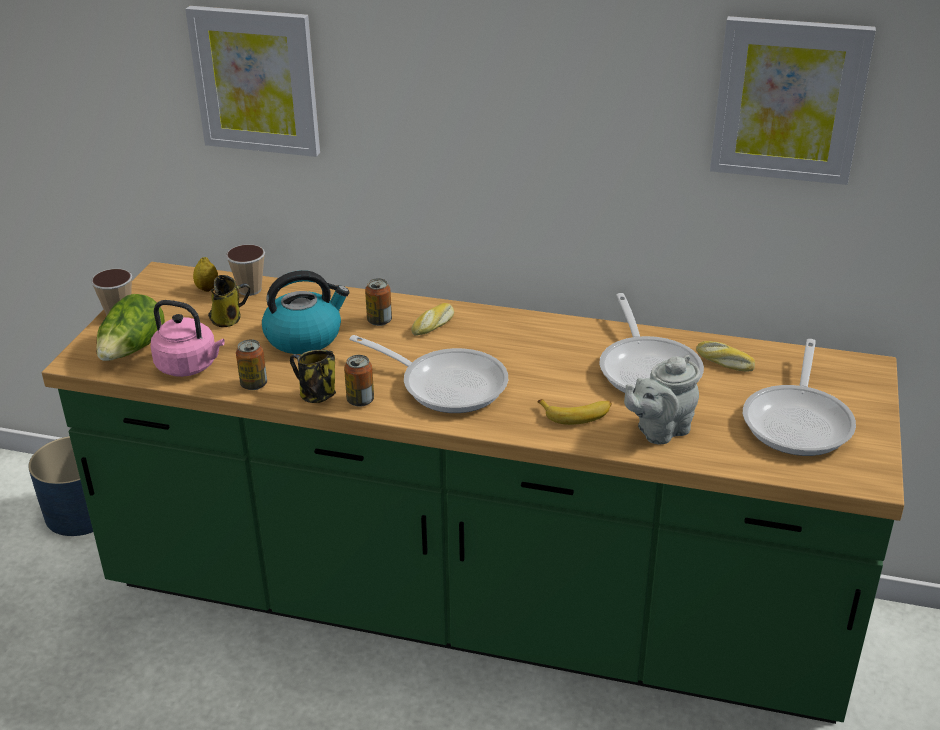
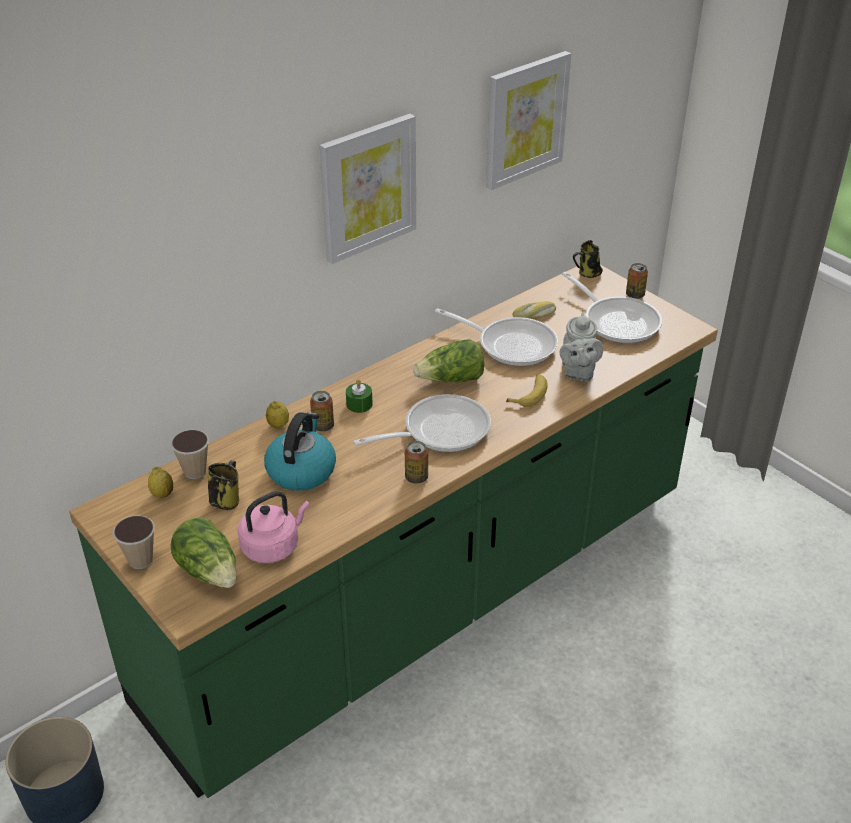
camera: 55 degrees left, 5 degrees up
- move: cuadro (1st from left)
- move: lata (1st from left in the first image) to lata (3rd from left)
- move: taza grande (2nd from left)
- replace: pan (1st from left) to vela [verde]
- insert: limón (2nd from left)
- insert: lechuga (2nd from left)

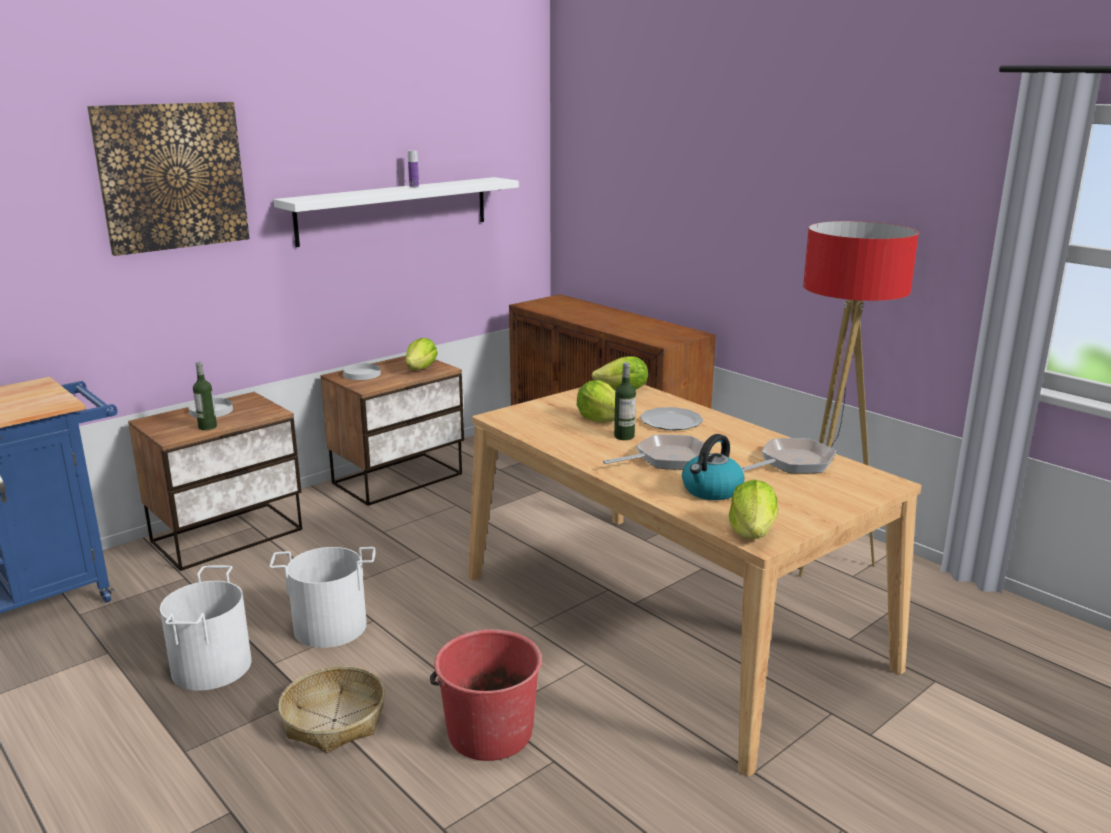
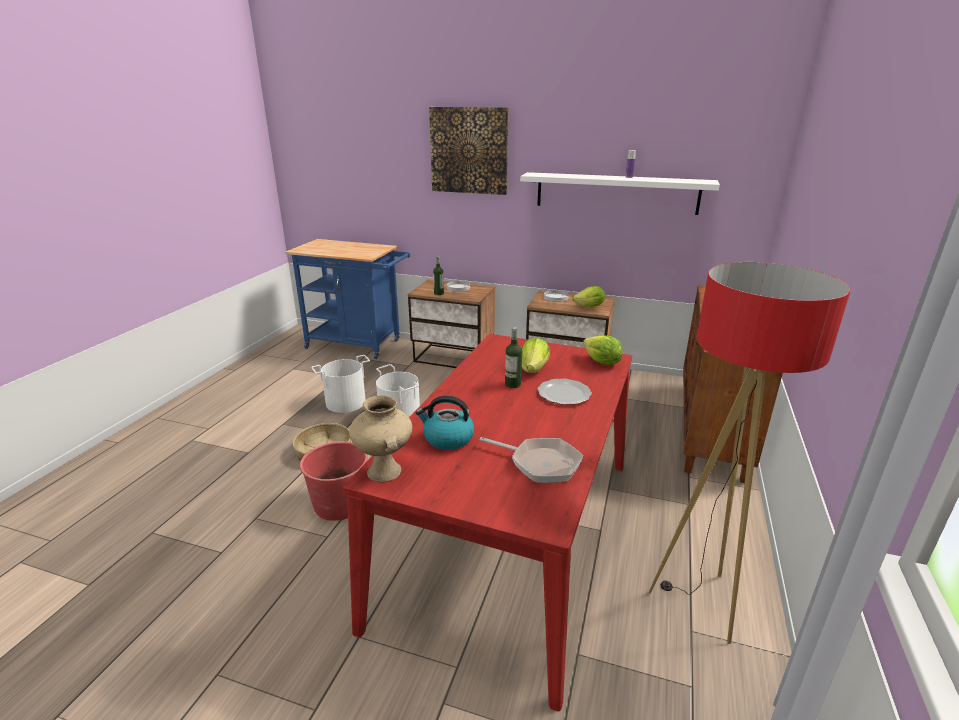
camera: 60 degrees right, 5 degrees up
- recolor: mesa de comedor [beis] to mesa de comedor [rojo]
- delete: sartén (1st from left)
- replace: lechuga (4th from left) to florero [beis]

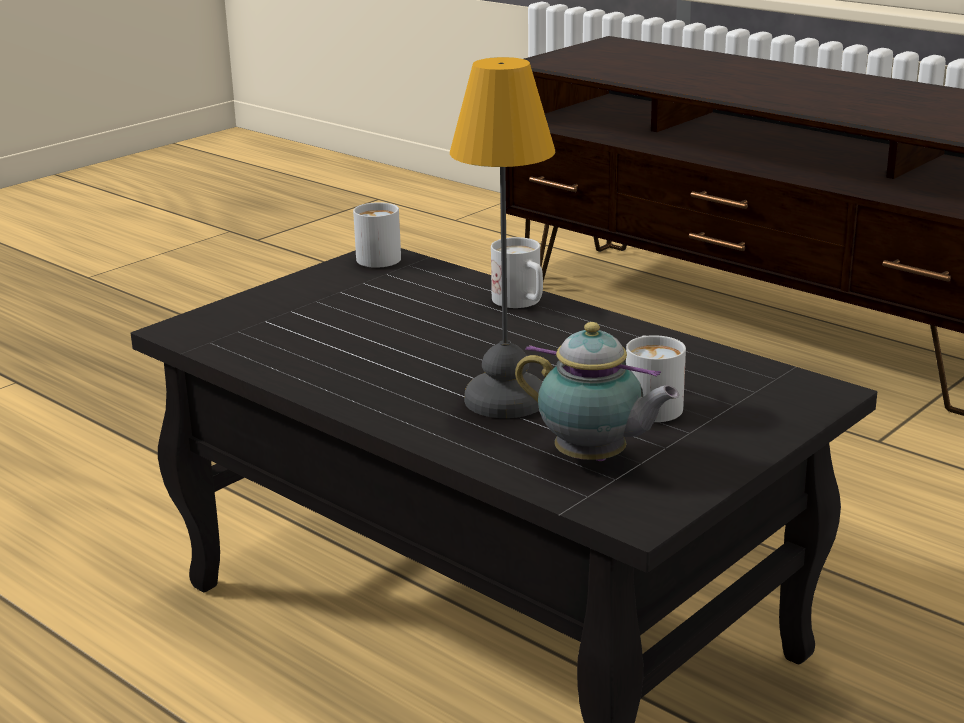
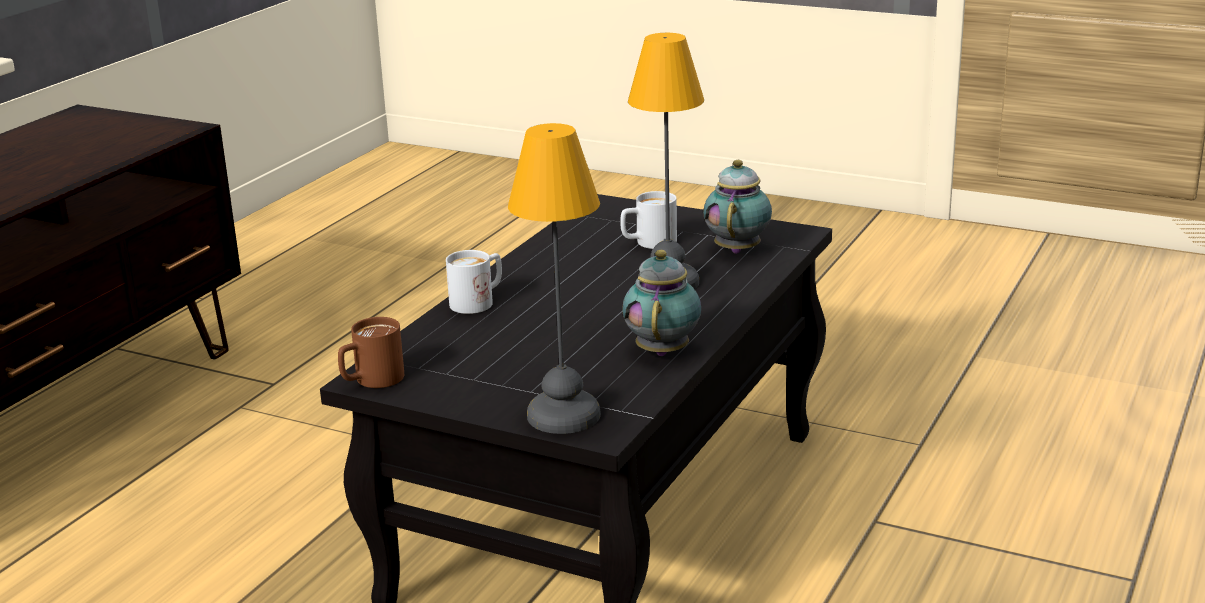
camera: 105 degrees left, 0 degrees up
- recolor: taza grande [blanco] (1st from left) to taza grande [marrón]
- insert: lámpara de mesa (1st from left)
- insert: tetera (1st from left)

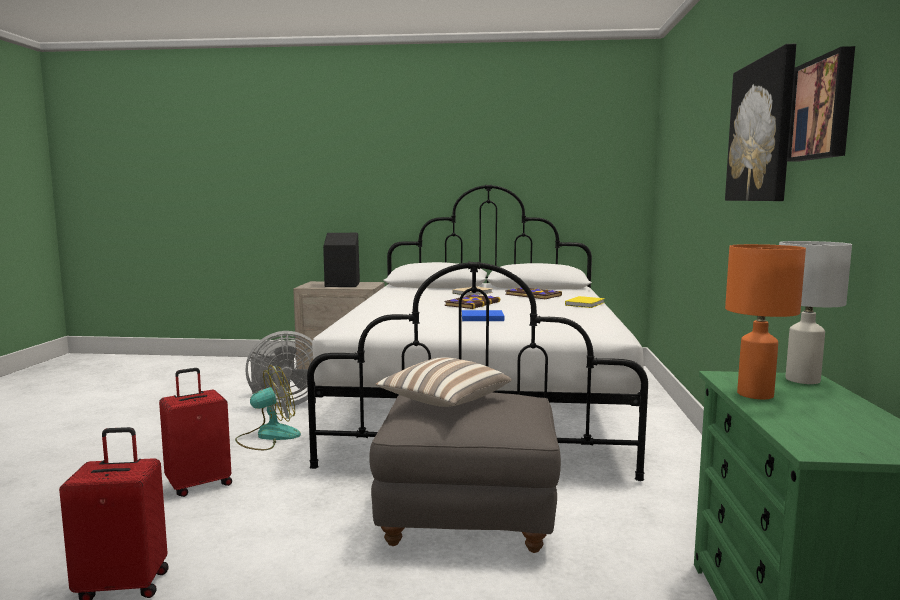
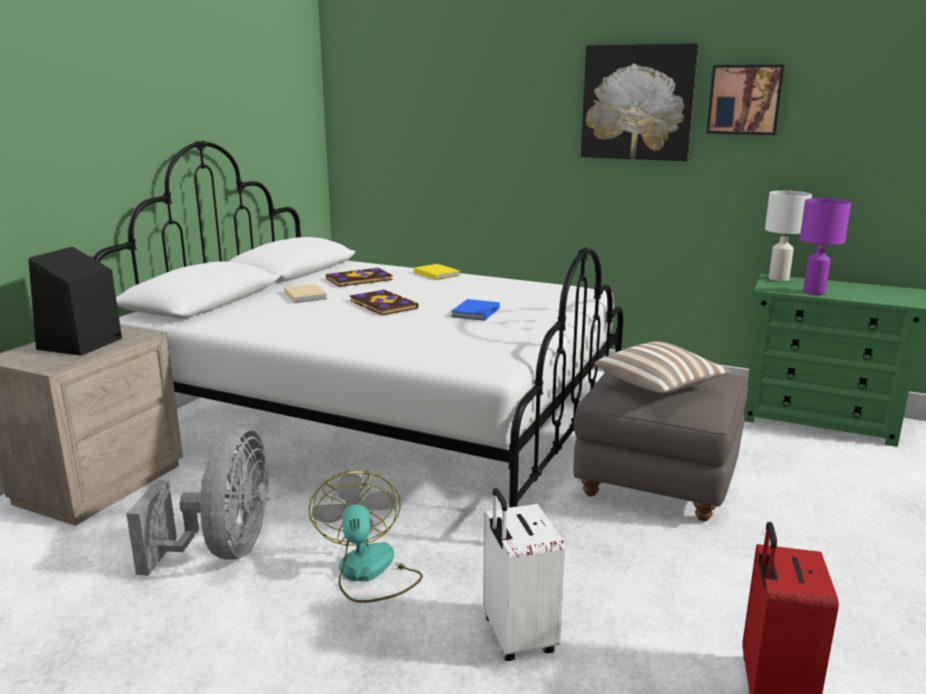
camera: 70 degrees left, 10 degrees up
- recolor: maleta [rojo] (2nd from left) to maleta [blanco]
- recolor: lámpara de mesa [naranja] to lámpara de mesa [morado]

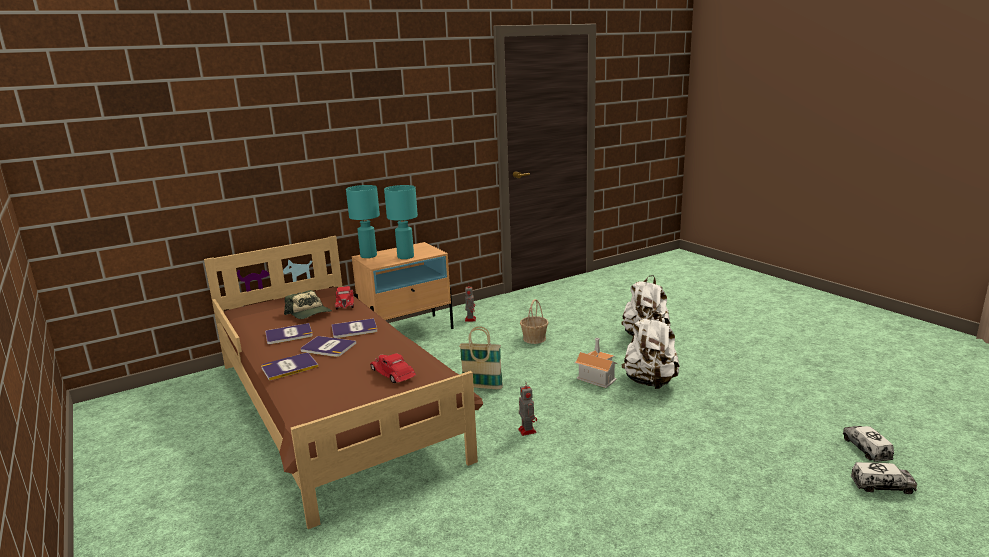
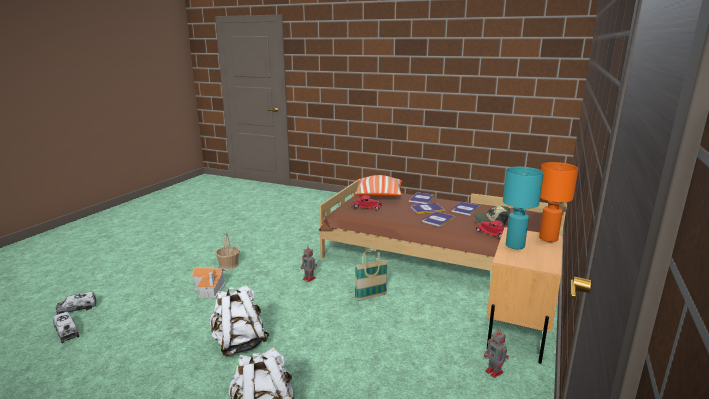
camera: 145 degrees right, 0 degrees up
- recolor: lámpara de mesa [turquesa] (1st from left) to lámpara de mesa [naranja]
- move: cesta (2nd from left in the first image) to cesta (1st from left)
- move: casita
- insert: cojín

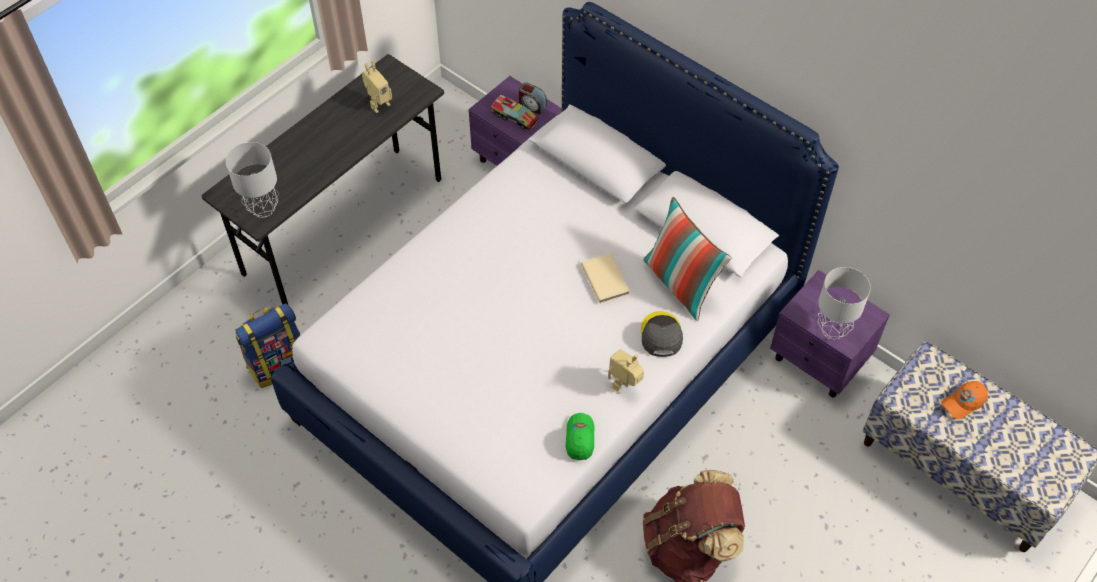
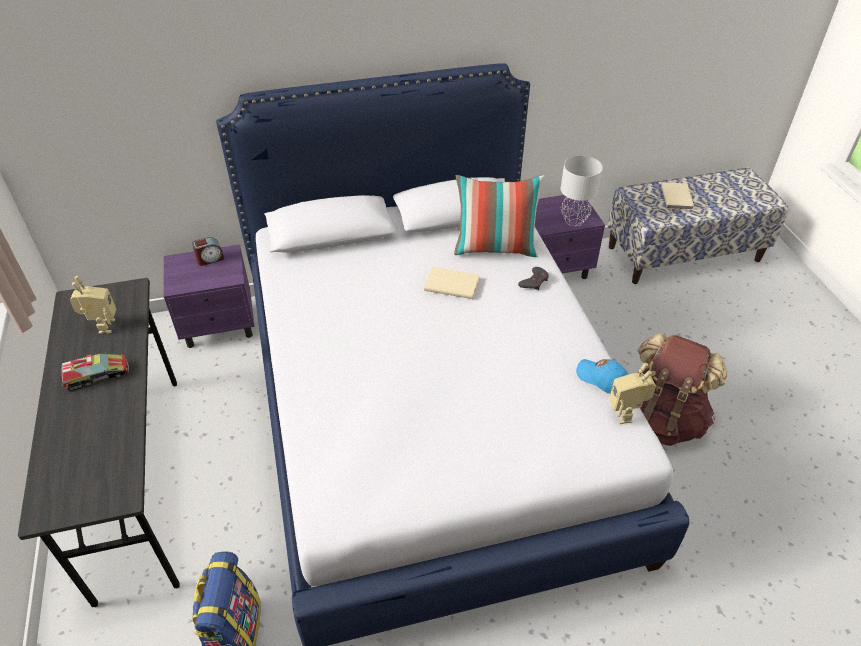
camera: 55 degrees left, 10 degrees down
- delete: lámpara de mesa [gris] (1st from left)
- move: camión de juguete
- recolor: gorra [verde] to gorra [azul]
- move: robot de juguete (2nd from left)
- replace: gorra [gris] to mando de consola [gris]
- replace: gorra [naranja] to libro [beis] (2nd from left)

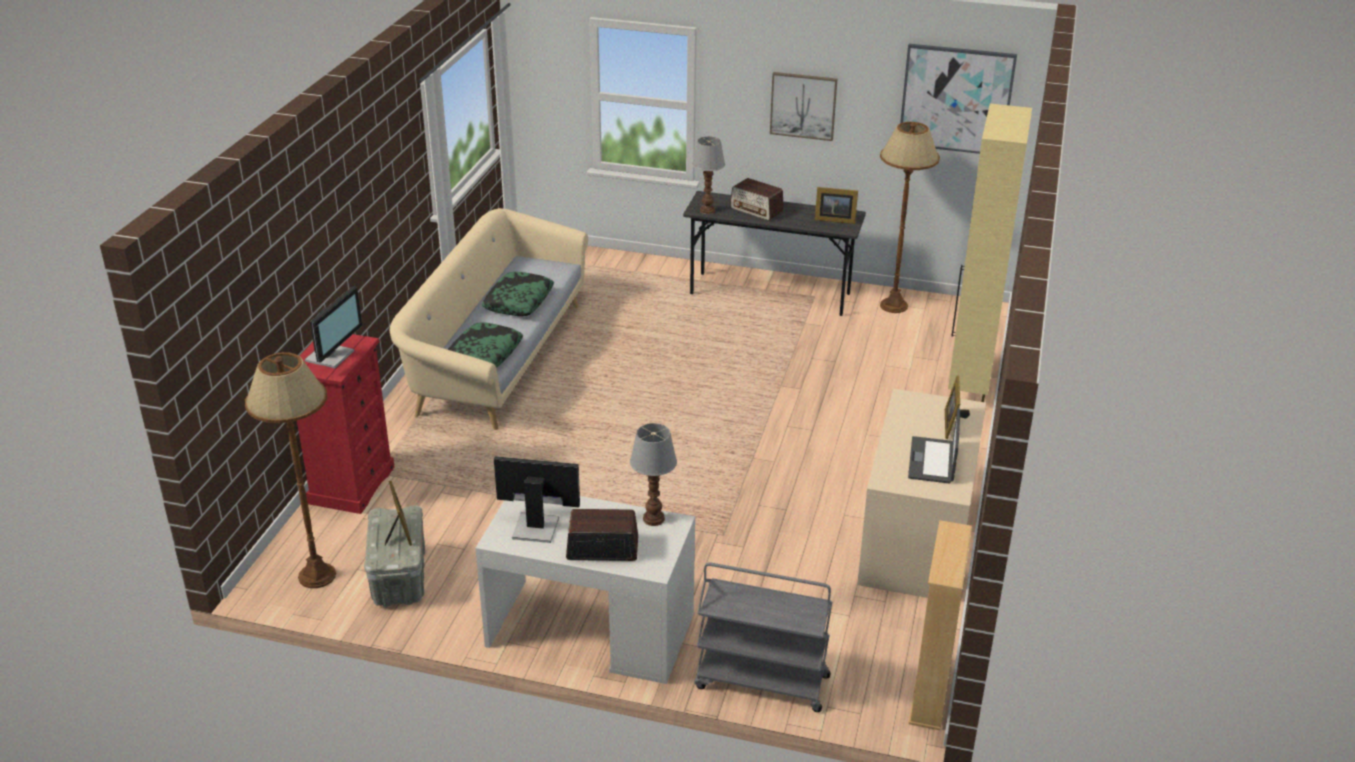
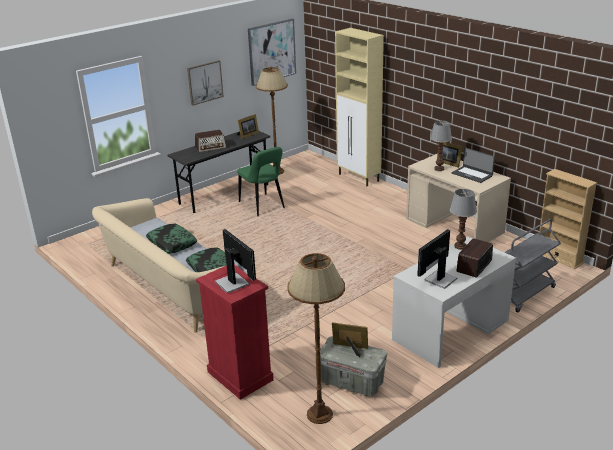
camera: 55 degrees left, 5 degrees down
- move: lámpara de mesa (2nd from left in the first image) to lámpara de mesa (1st from left)
- insert: silla [verde]

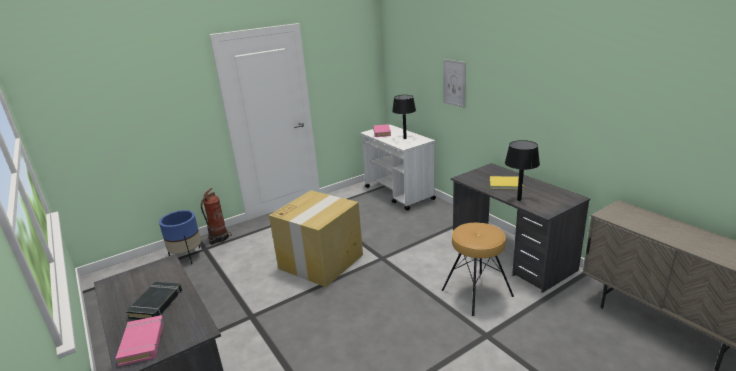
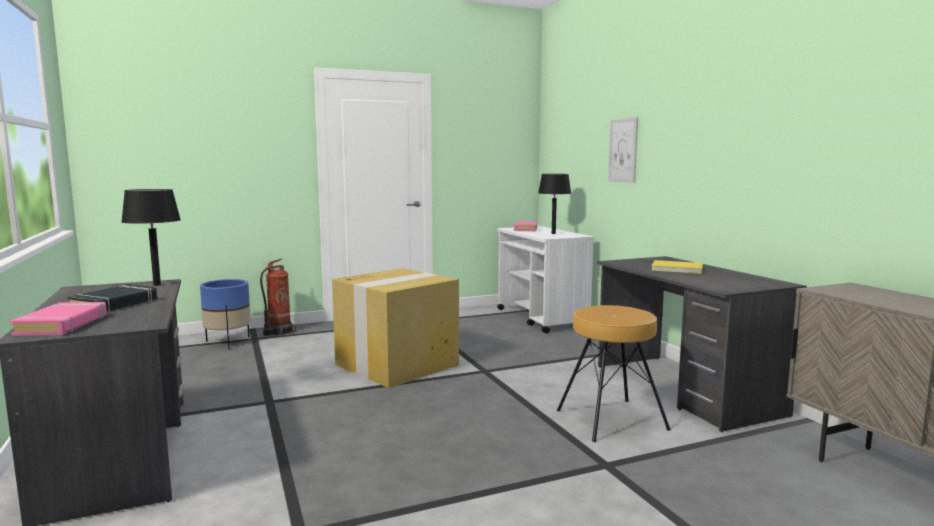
camera: 10 degrees right, 15 degrees down
- move: lámpara de mesa [negro] (2nd from left in the first image) to lámpara de mesa [negro] (1st from left)

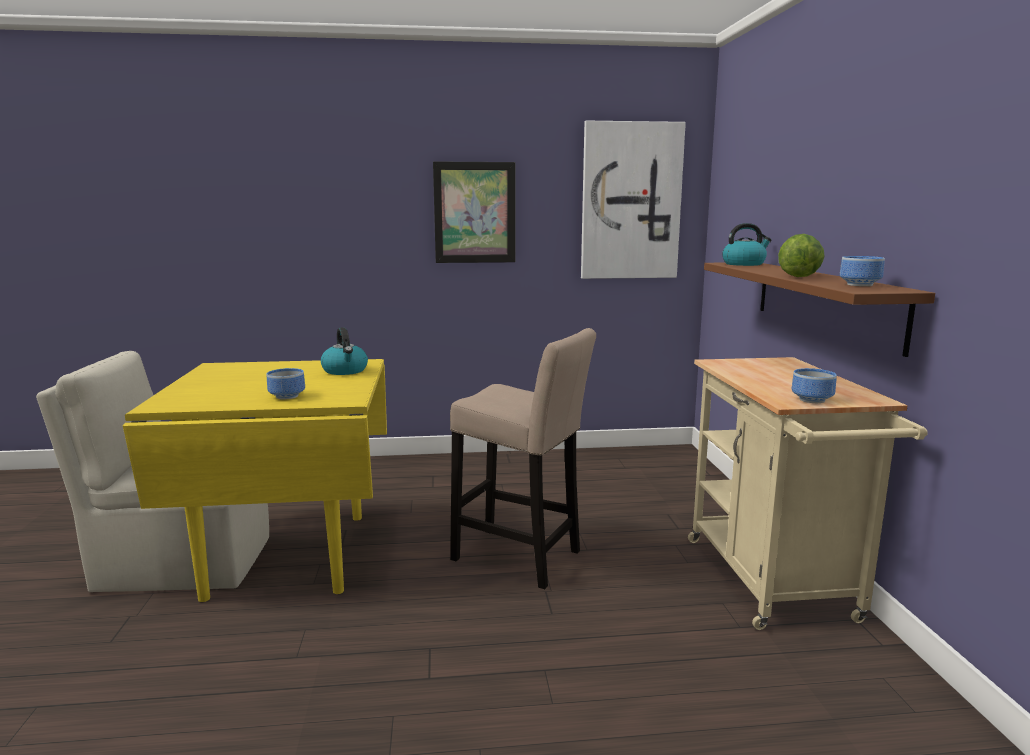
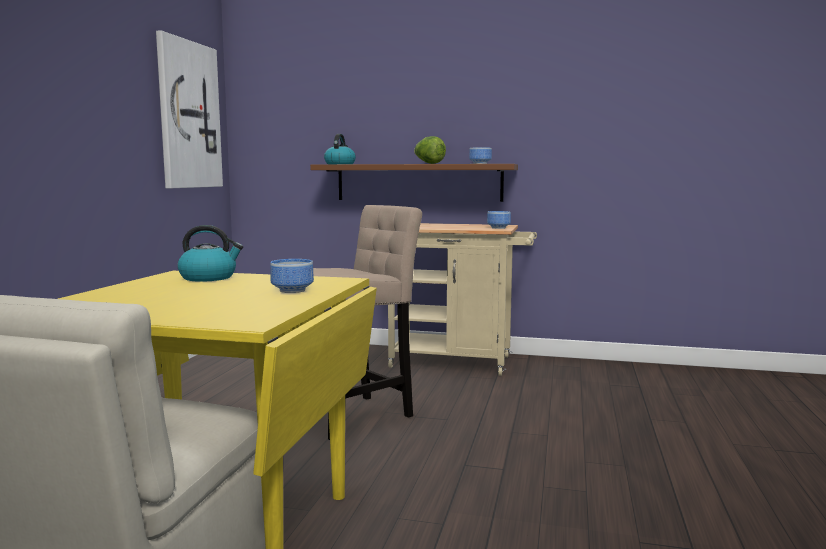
camera: 70 degrees left, 5 degrees down
- delete: cuadro (1st from left)

